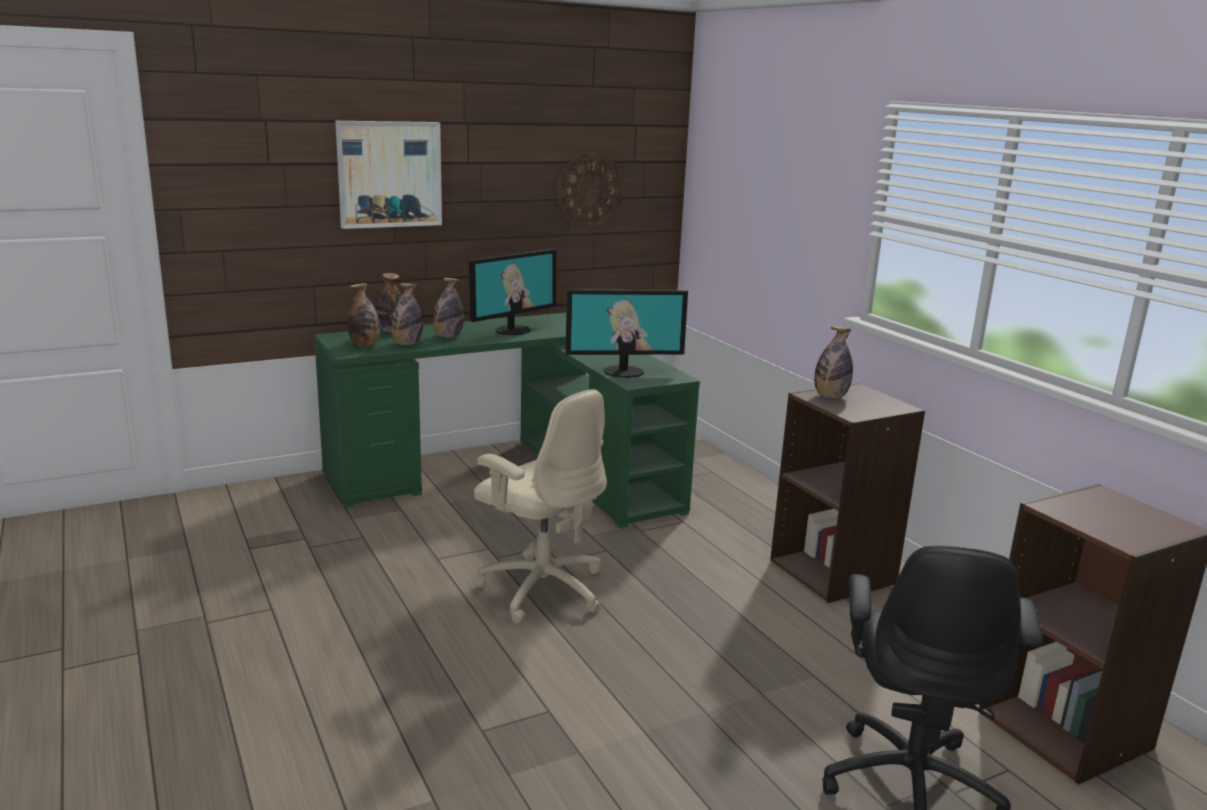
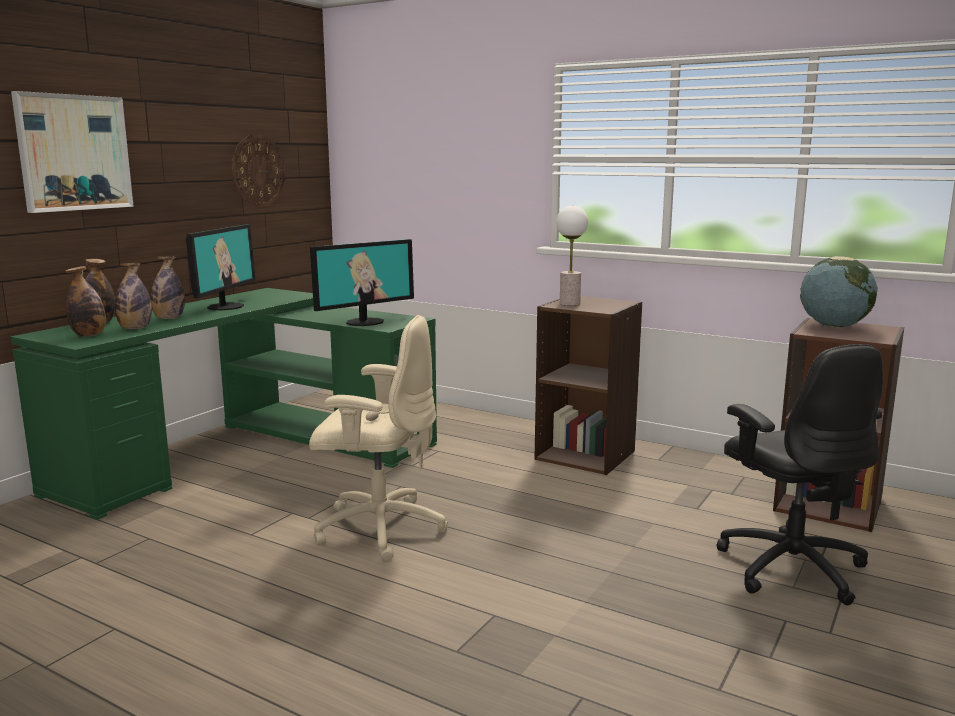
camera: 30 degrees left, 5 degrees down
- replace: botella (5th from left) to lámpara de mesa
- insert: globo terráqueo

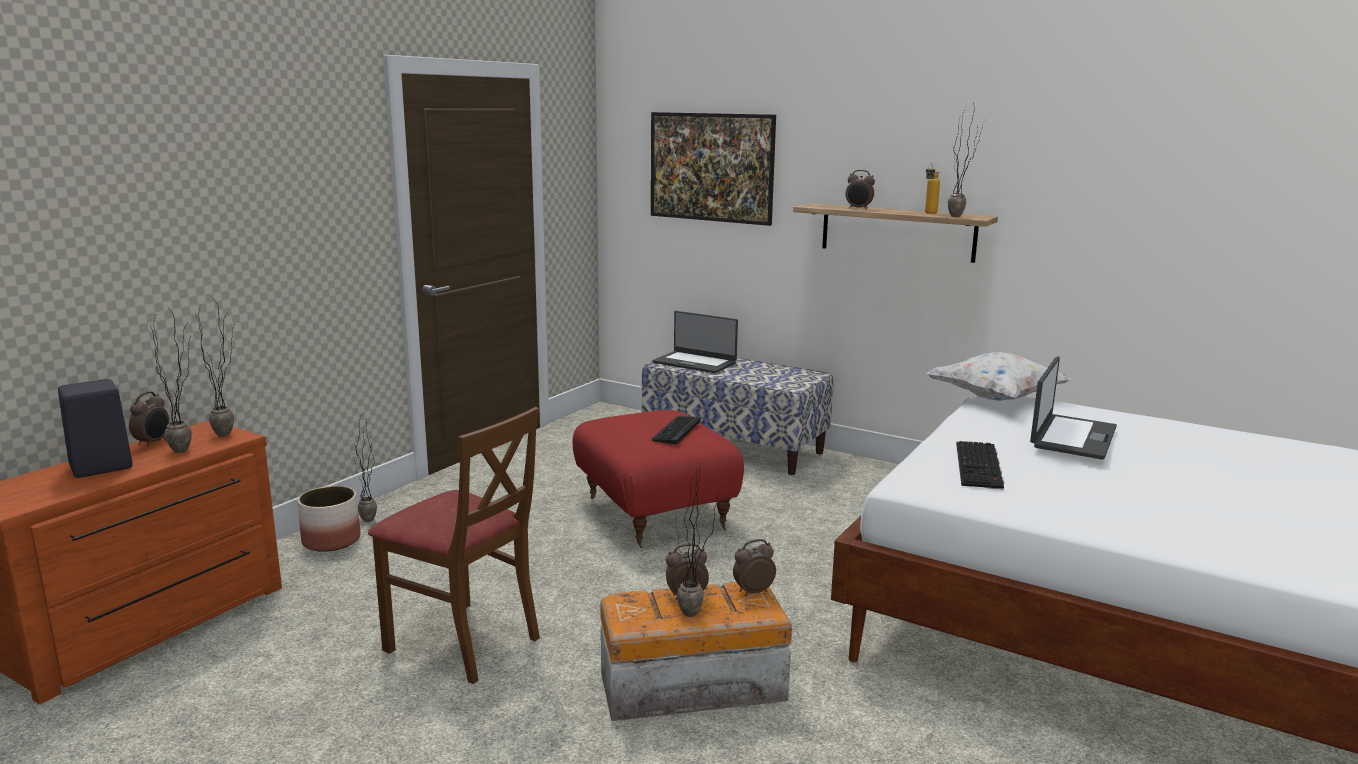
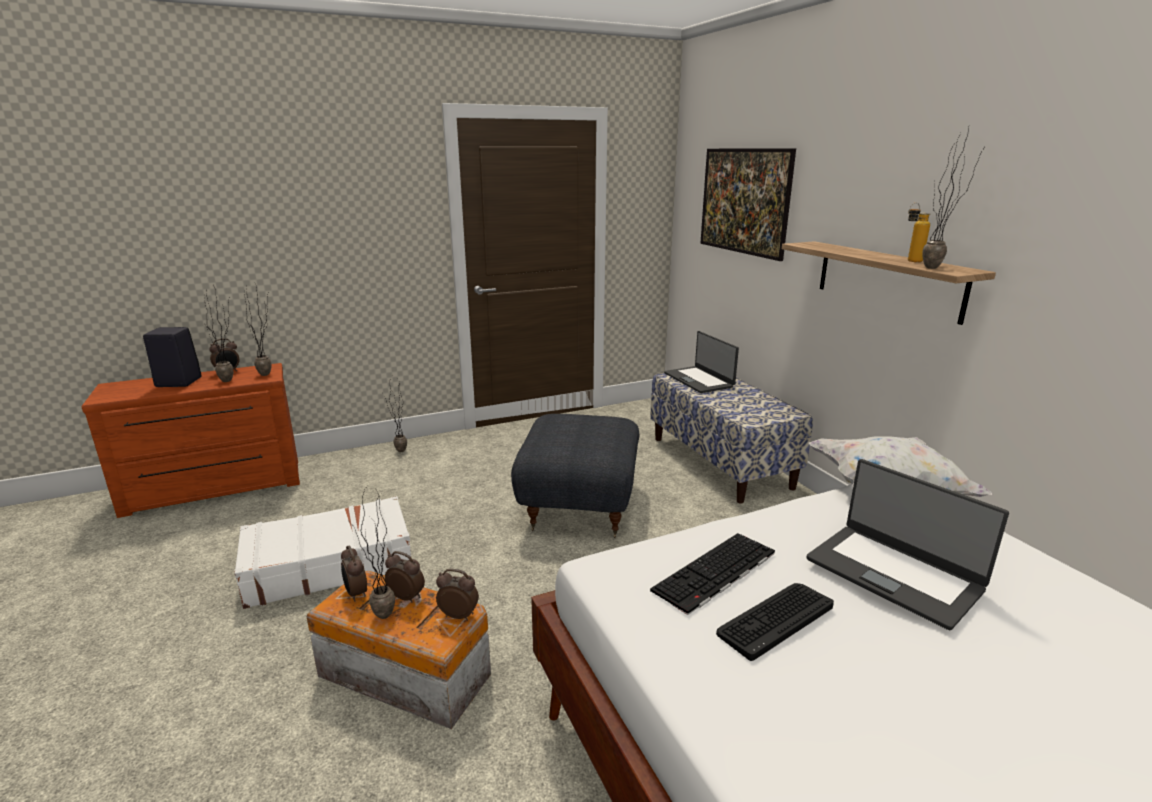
camera: 35 degrees right, 5 degrees up
- delete: maceta
- replace: silla [marrón] to maleta [blanco]
- recolor: puf [rojo] to puf [gris]
- move: teclado (1st from left in the first image) to teclado (2nd from left)
- move: despertador (4th from left in the first image) to despertador (2nd from left)
- rotate: portátil (2nd from left) 75 degrees clockwise

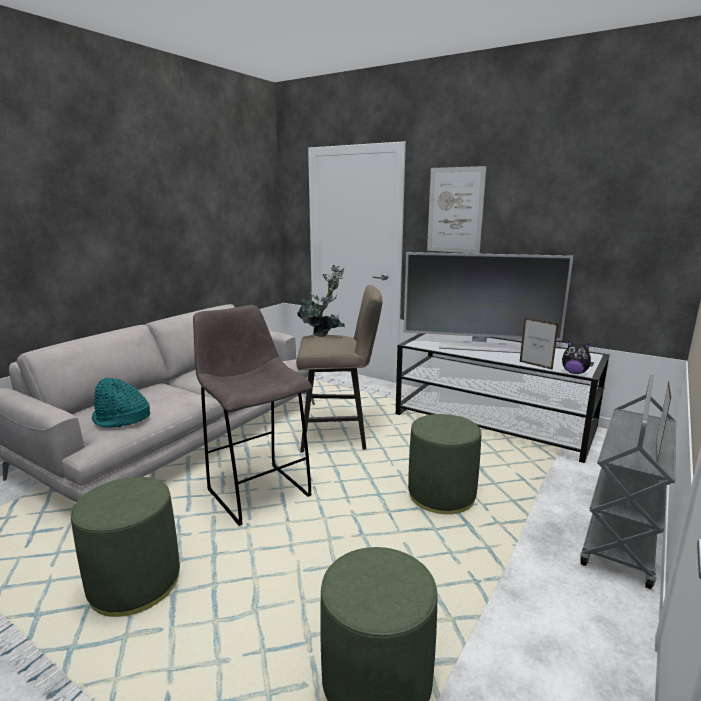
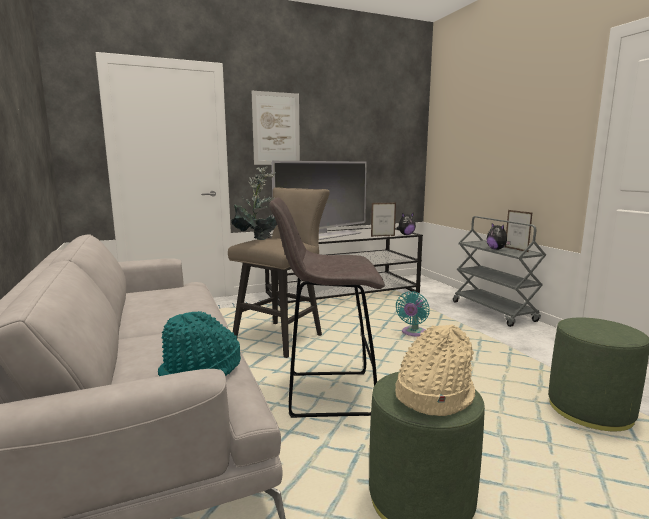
camera: 55 degrees left, 5 degrees down
- replace: puf [verde] (3rd from left) to ventilador [turquesa]
- insert: sombrero [beis]
- insert: peluche (2nd from left)

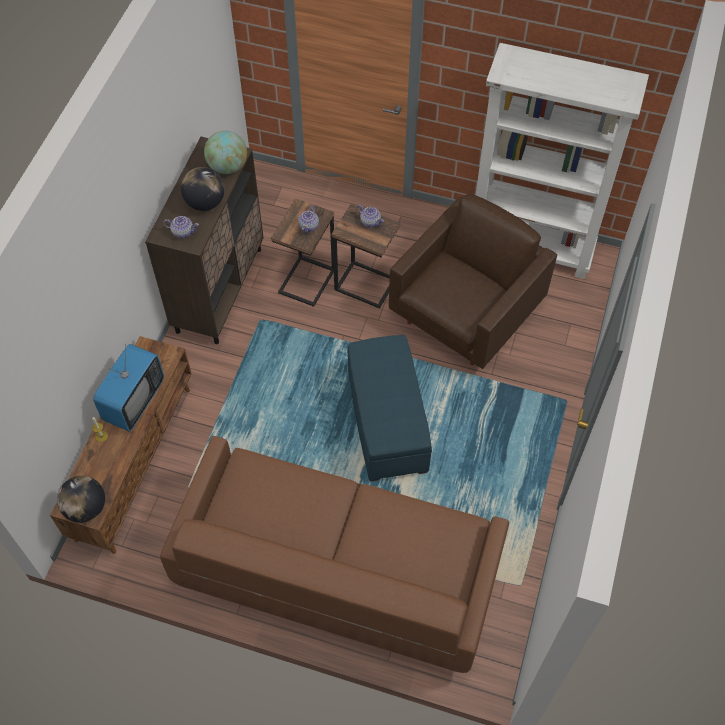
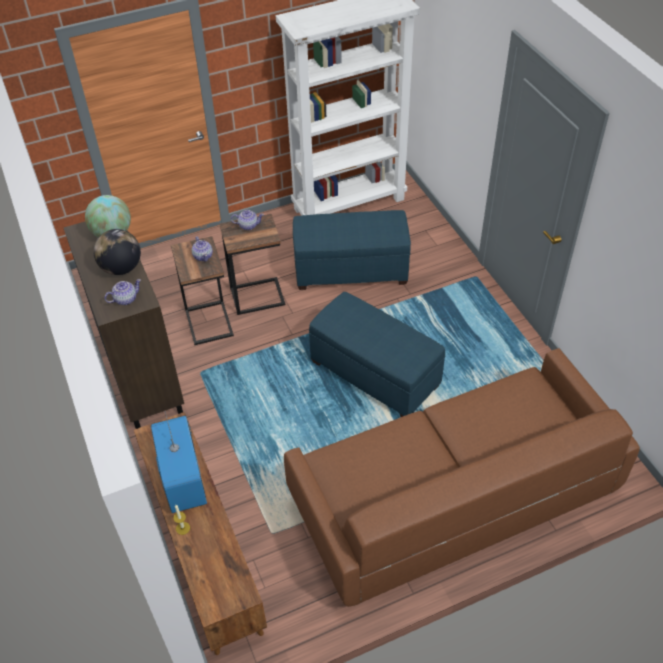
camera: 40 degrees left, 10 degrees down
- delete: globo terráqueo (1st from left)
- replace: sillón [marrón] to puf [azul] (1st from left)

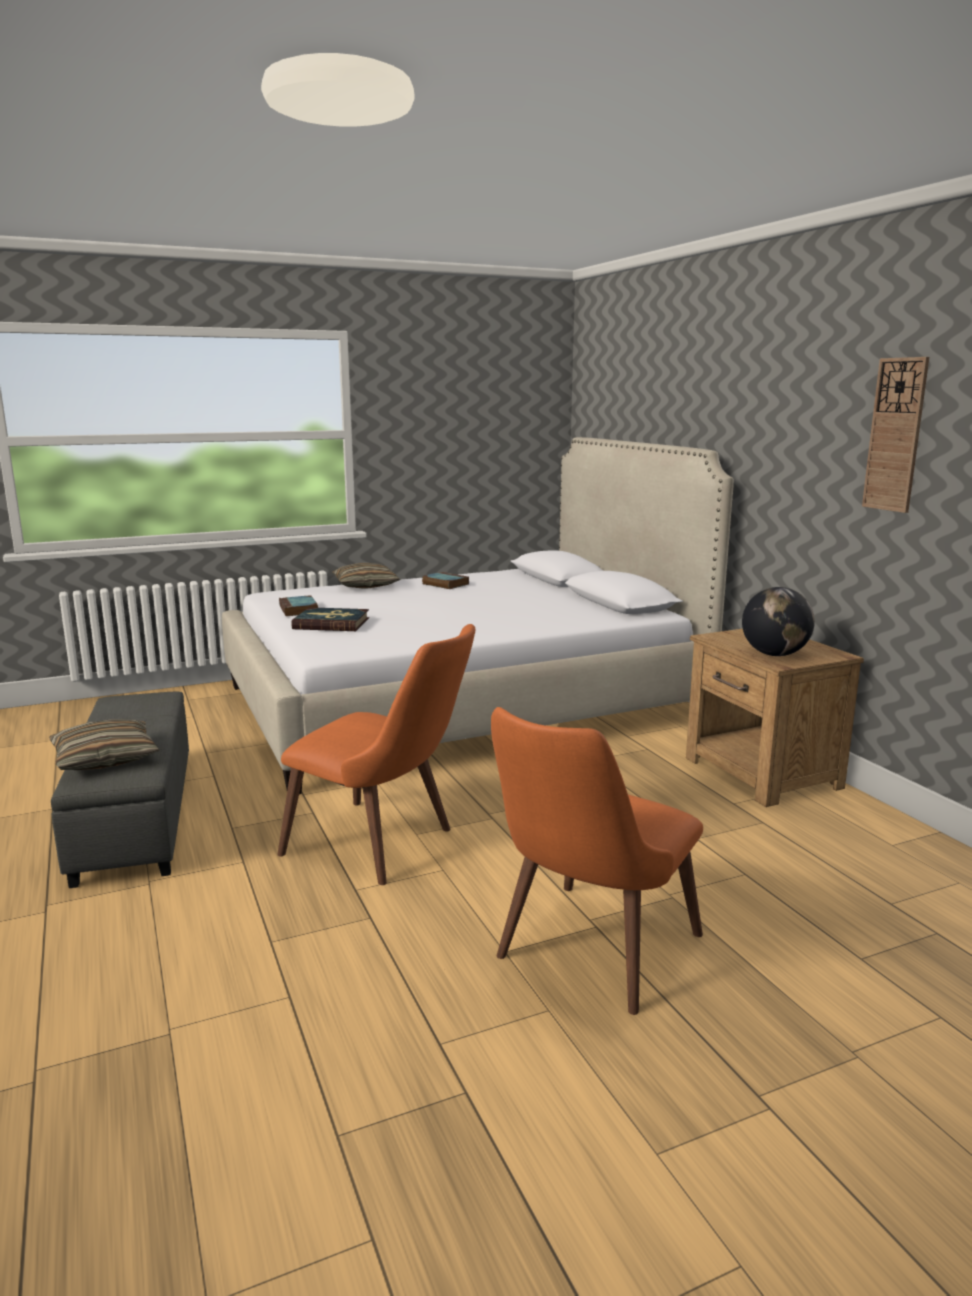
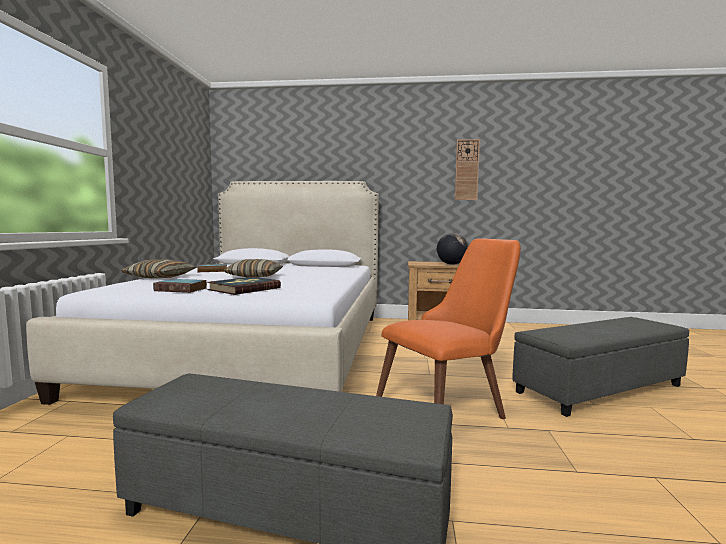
camera: 60 degrees left, 10 degrees down
- move: cojín (1st from left in the first image) to cojín (2nd from left)
- replace: silla [naranja] (2nd from left) to puf [gris] (2nd from left)

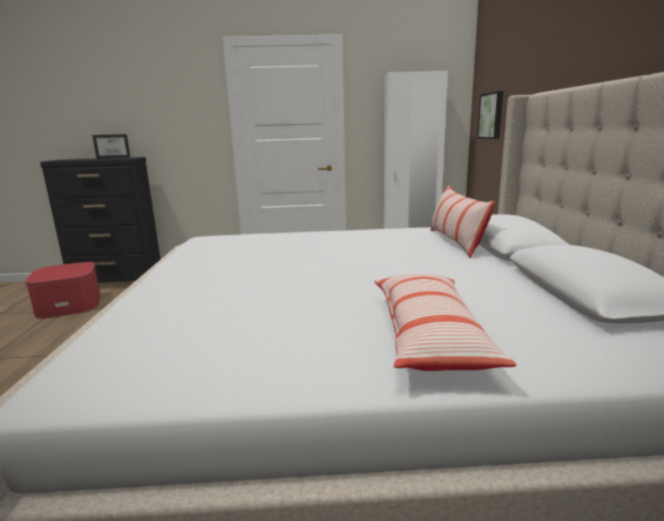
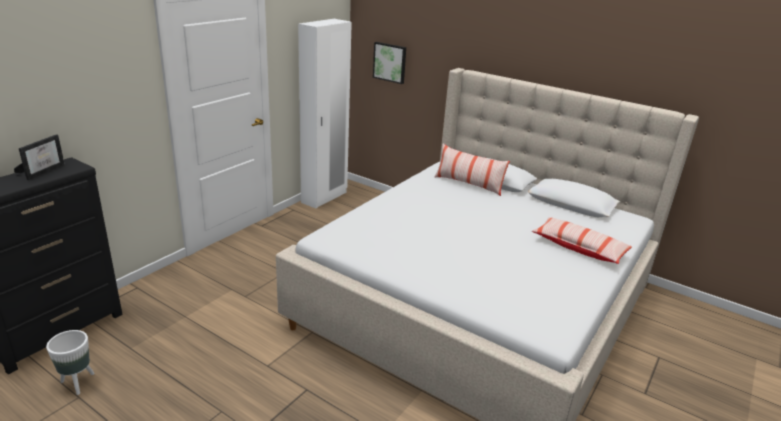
camera: 55 degrees left, 10 degrees up
- replace: puf to maceta [blanco]

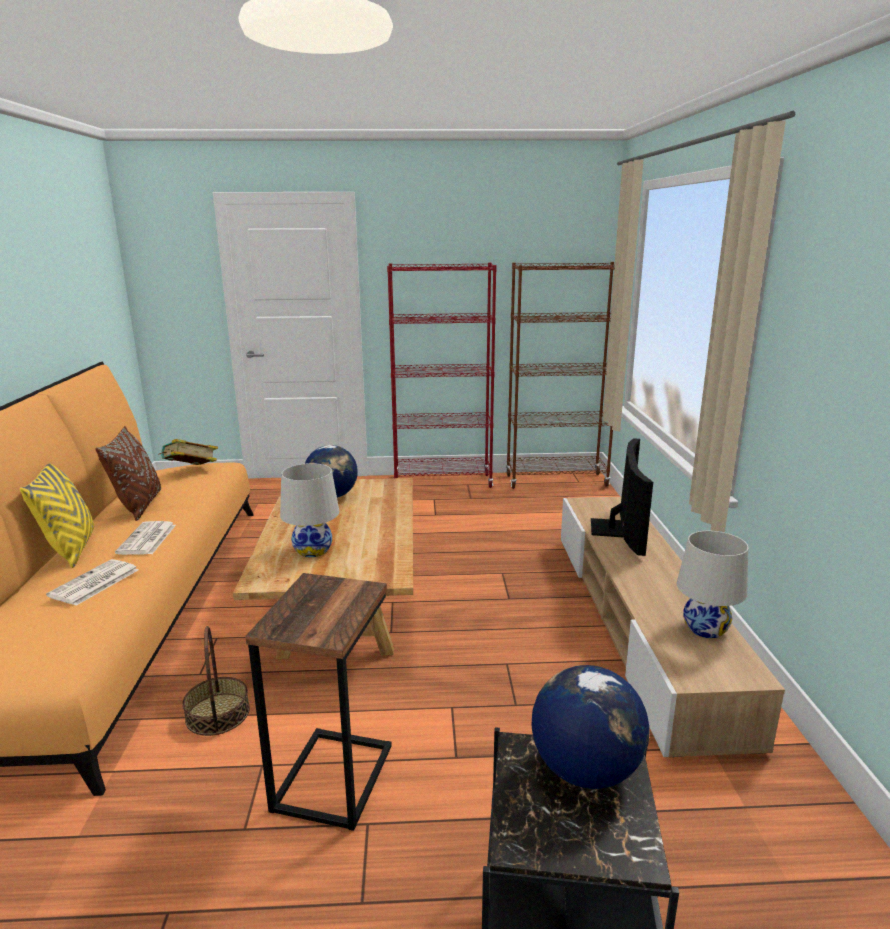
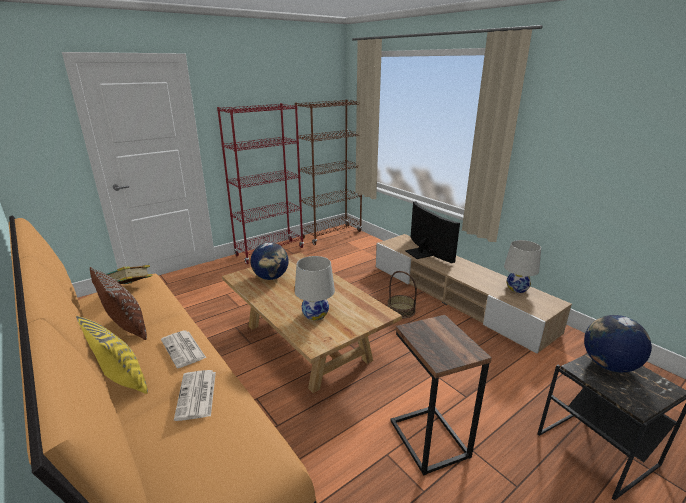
camera: 35 degrees left, 5 degrees up
- move: cesta

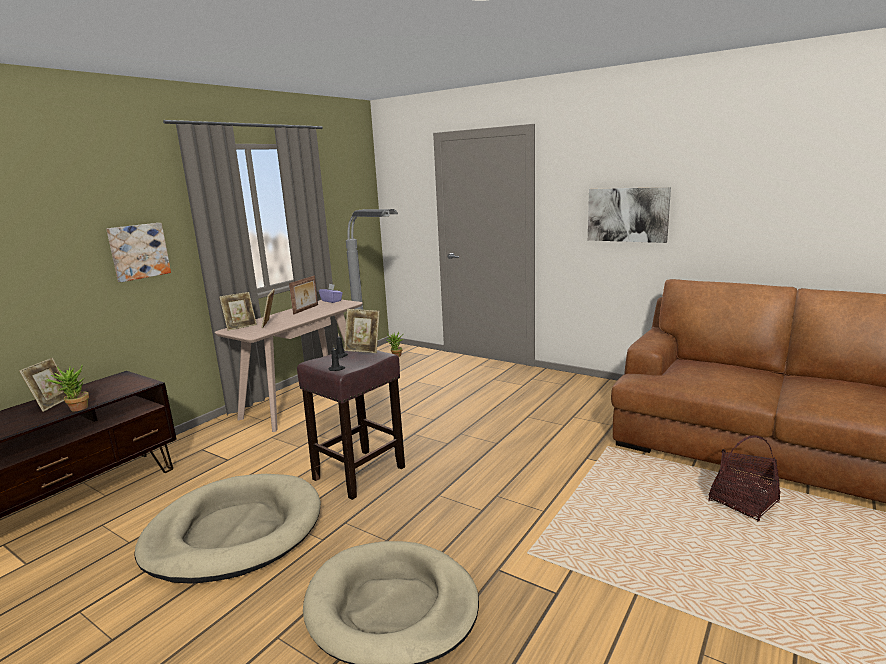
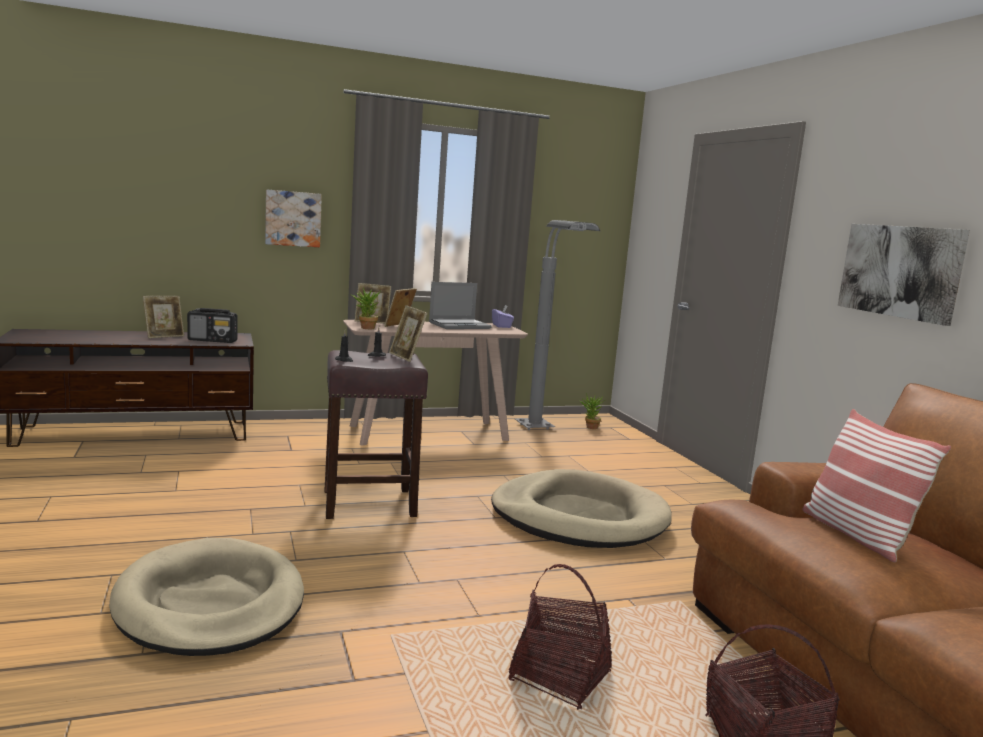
camera: 35 degrees right, 5 degrees down
- move: planta en maceta (1st from left)
- move: cama para perro [beis] (1st from left in the first image) to cama para perro [beis] (2nd from left)
- replace: portarretratos (4th from left) to portátil
- insert: radio
- insert: cesta (1st from left)
- insert: cojín

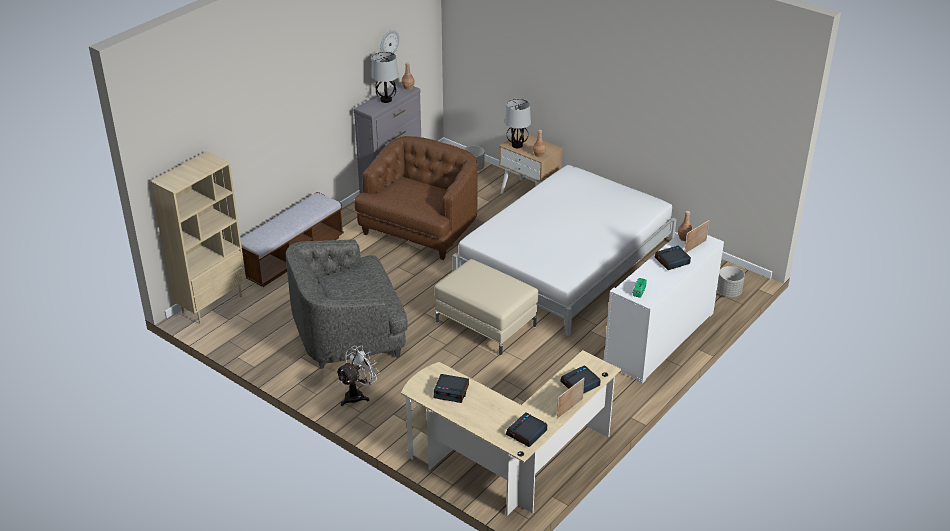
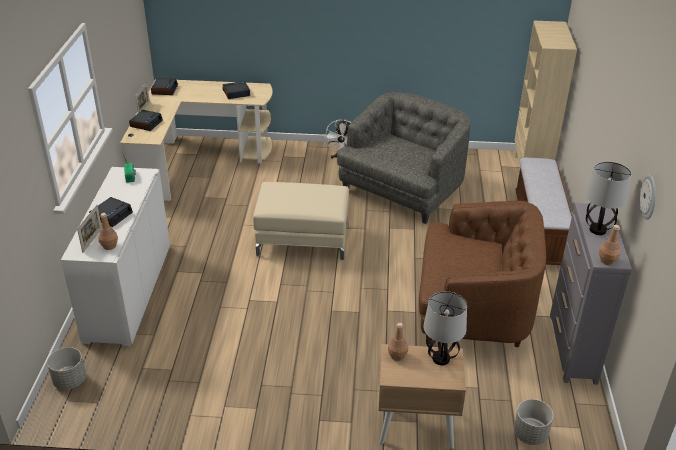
camera: 145 degrees right, 0 degrees up
- rotate: sillón [marrón] 75 degrees counterclockwise
- delete: cama [blanco]

